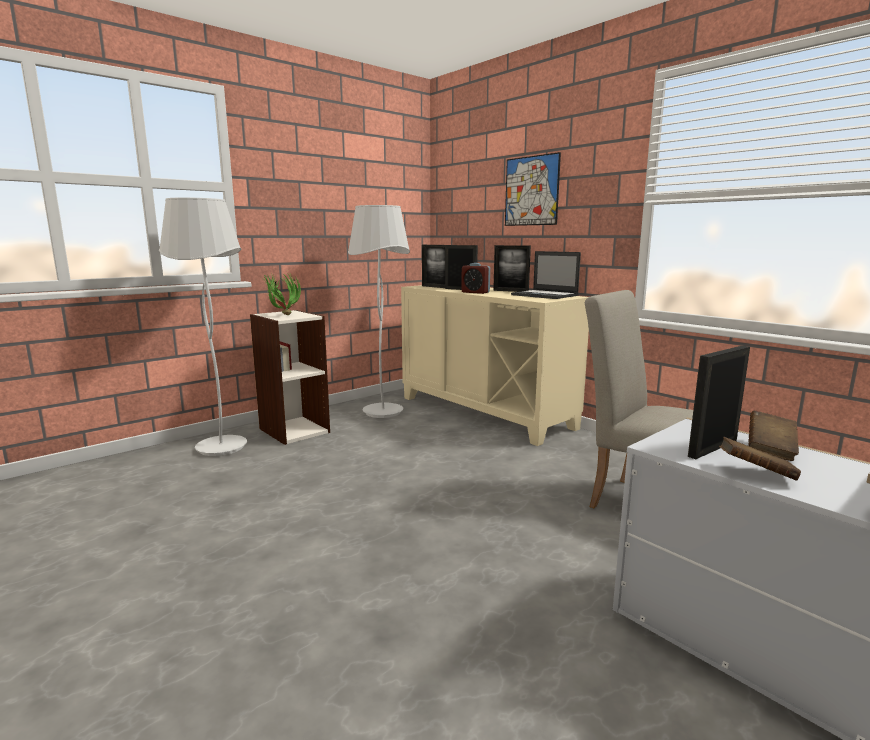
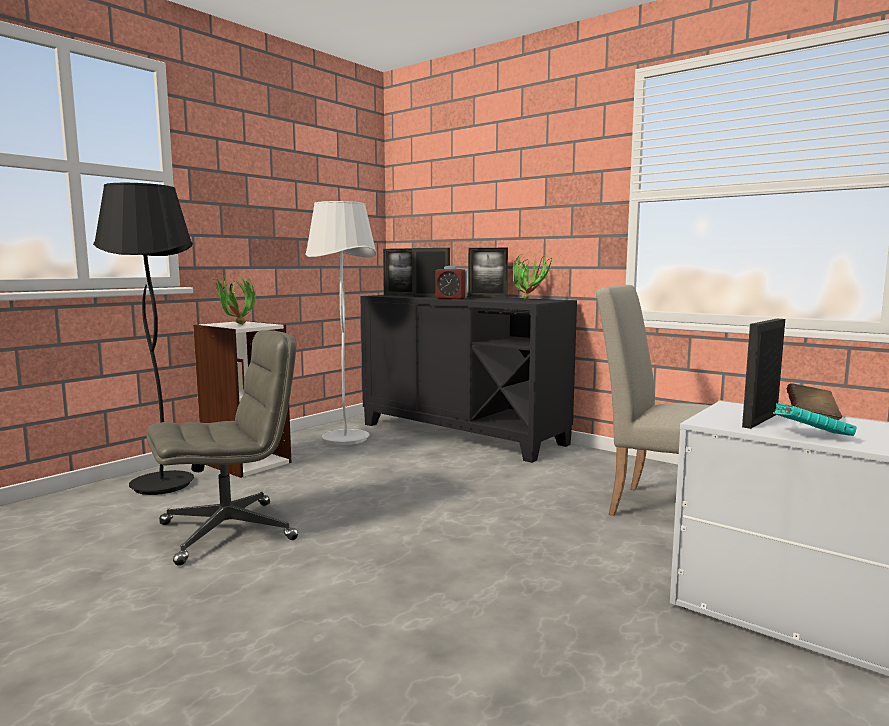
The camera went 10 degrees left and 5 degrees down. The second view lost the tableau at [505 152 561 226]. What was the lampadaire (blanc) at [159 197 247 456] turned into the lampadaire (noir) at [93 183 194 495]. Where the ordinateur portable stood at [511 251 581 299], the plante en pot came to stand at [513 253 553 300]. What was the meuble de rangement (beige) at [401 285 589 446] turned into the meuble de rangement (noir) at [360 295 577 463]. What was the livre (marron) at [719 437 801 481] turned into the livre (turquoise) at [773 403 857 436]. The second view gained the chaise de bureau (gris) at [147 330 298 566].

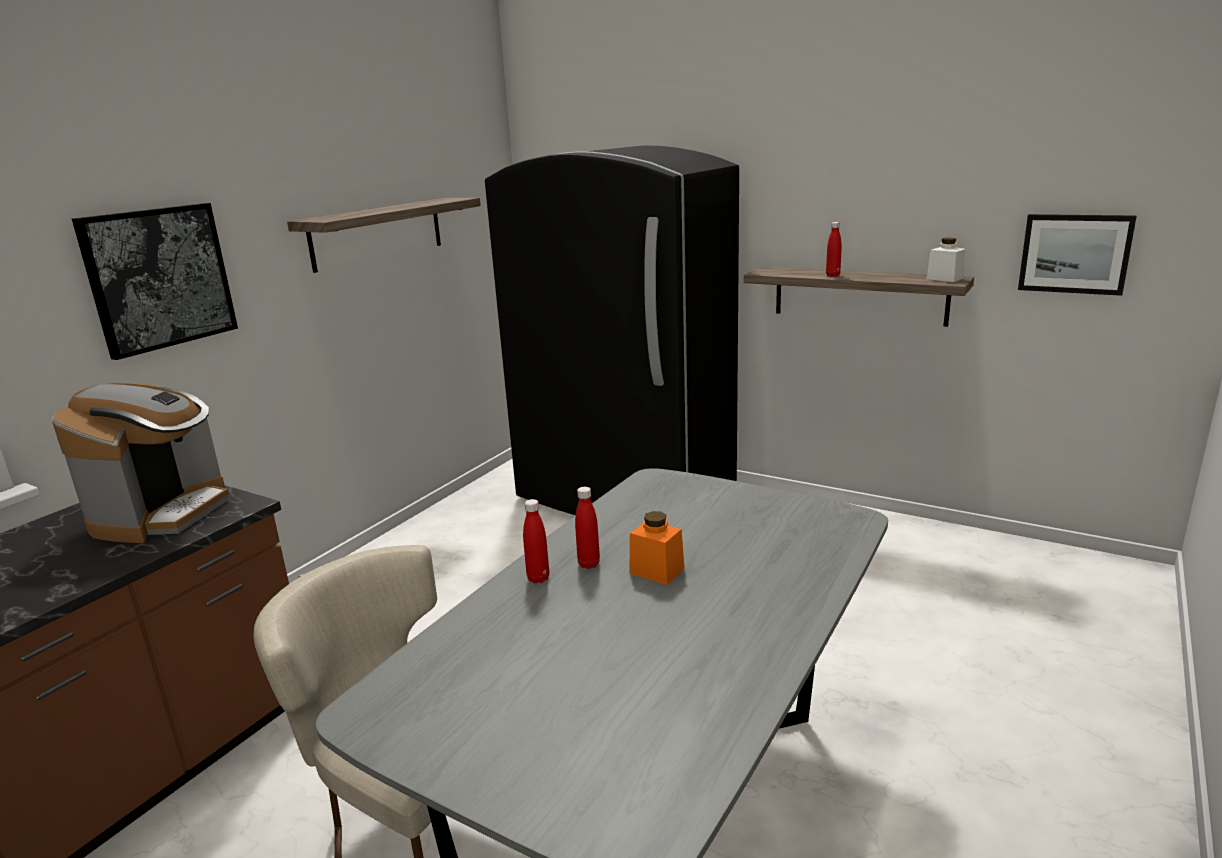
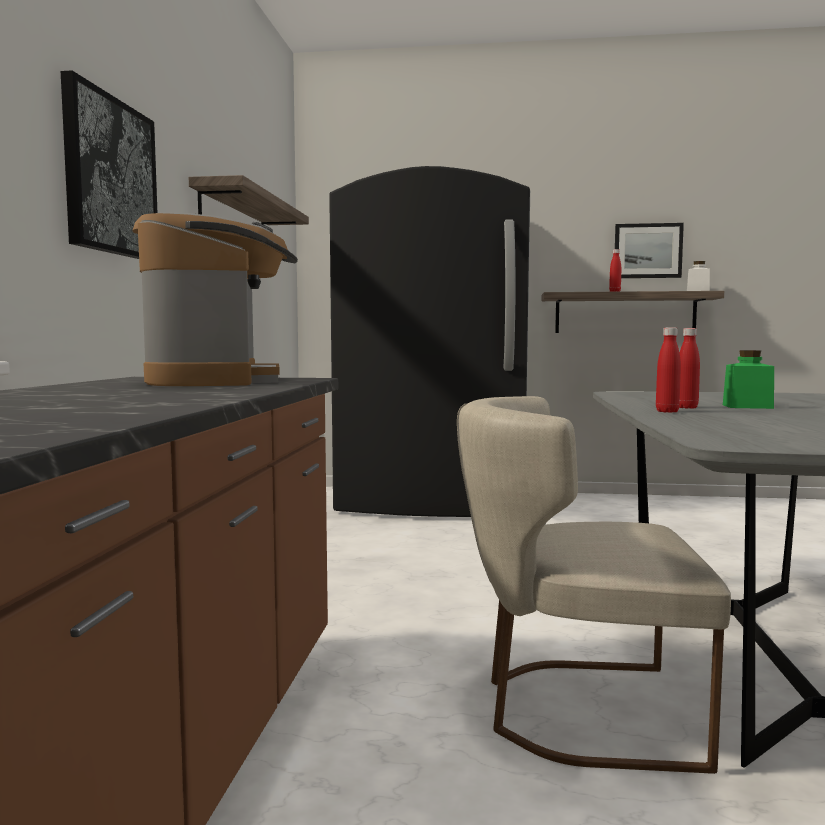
The camera went 25 degrees left and 15 degrees down. The tableau ended up elsewhere, having gone from [1018 214 1137 296] to [615 223 684 278]. What was the bocal (orange) at [629 511 685 585] turned into the bocal (vert) at [723 350 774 409].

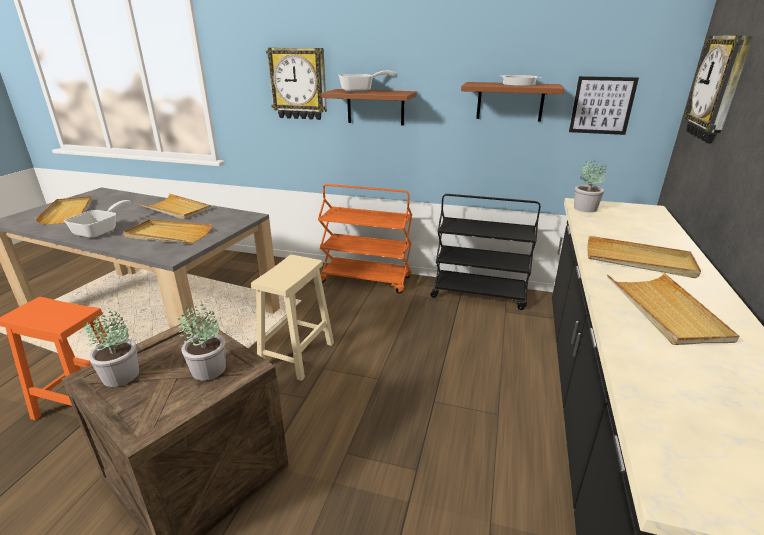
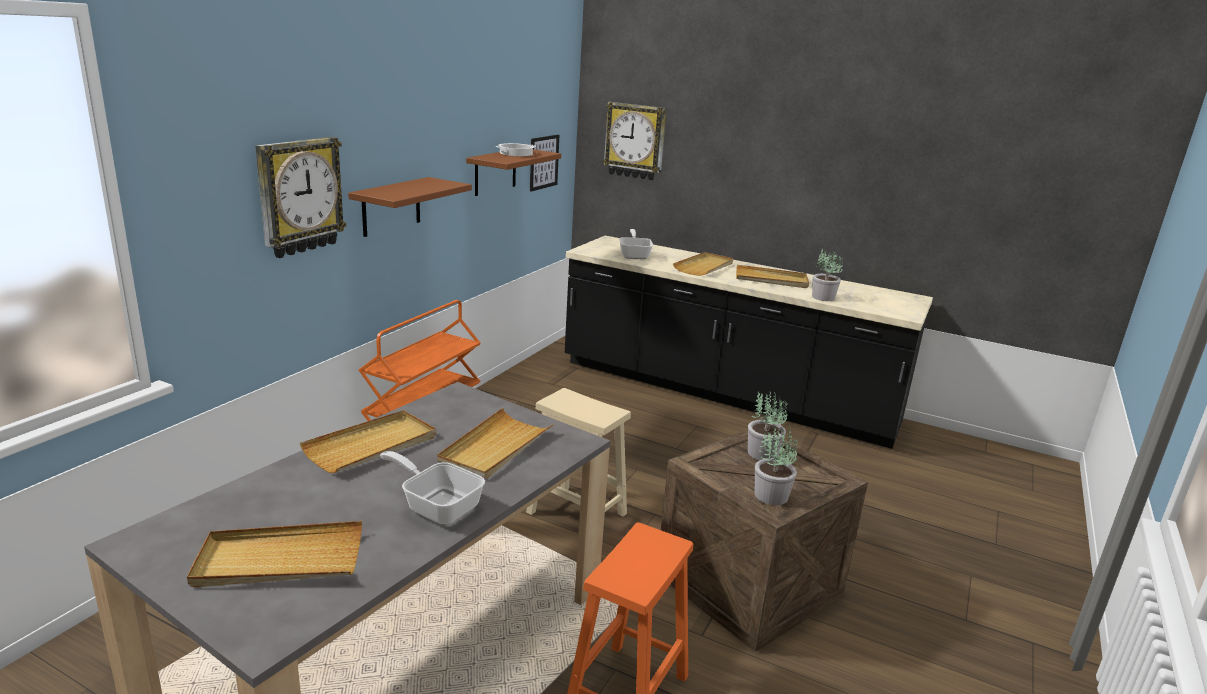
The camera went 80 degrees left and 5 degrees down. The poêle ended up elsewhere, having gone from [339 71 396 92] to [619 229 653 259]. The plante en pot ended up elsewhere, having gone from [574 158 607 212] to [812 249 843 301]. The second view lost the chariot (noir) at [430 194 540 310].

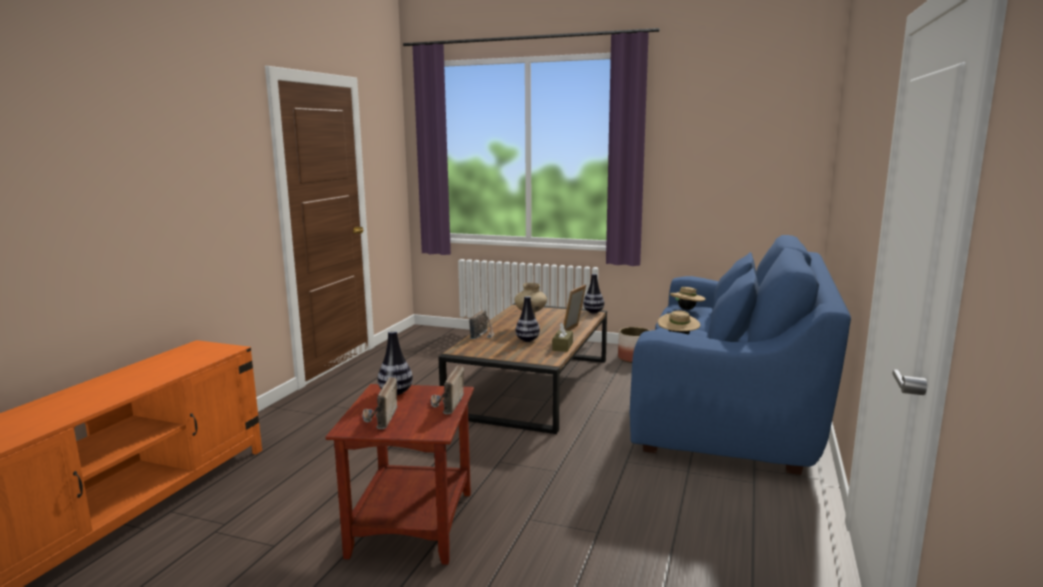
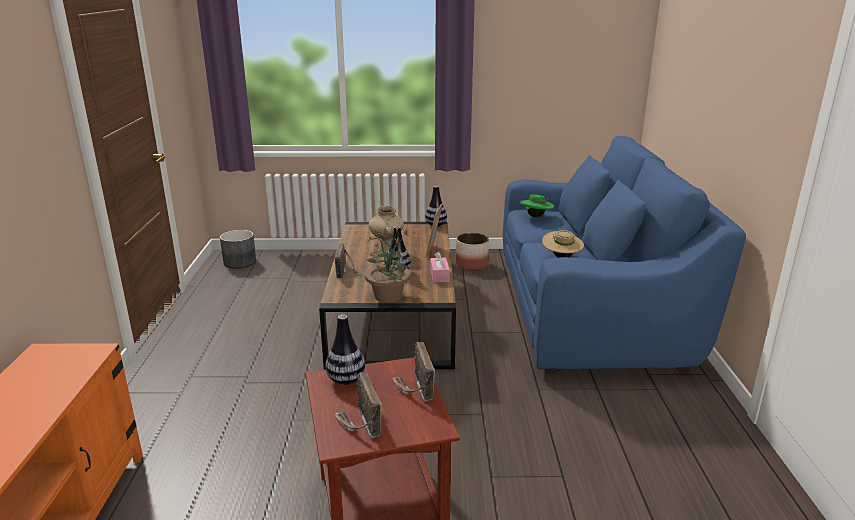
The camera went 20 degrees left and 10 degrees up. What was the chapeau (beige) at [670 287 706 310] turned into the chapeau (vert) at [519 194 554 217]. What was the boîte à mouchoirs (marron) at [552 323 573 352] turned into the boîte à mouchoirs (rose) at [430 252 450 283]. The second view gained the plante en pot at [365 227 417 303]. The second view gained the cache-pot (gris) at [220 230 256 269].

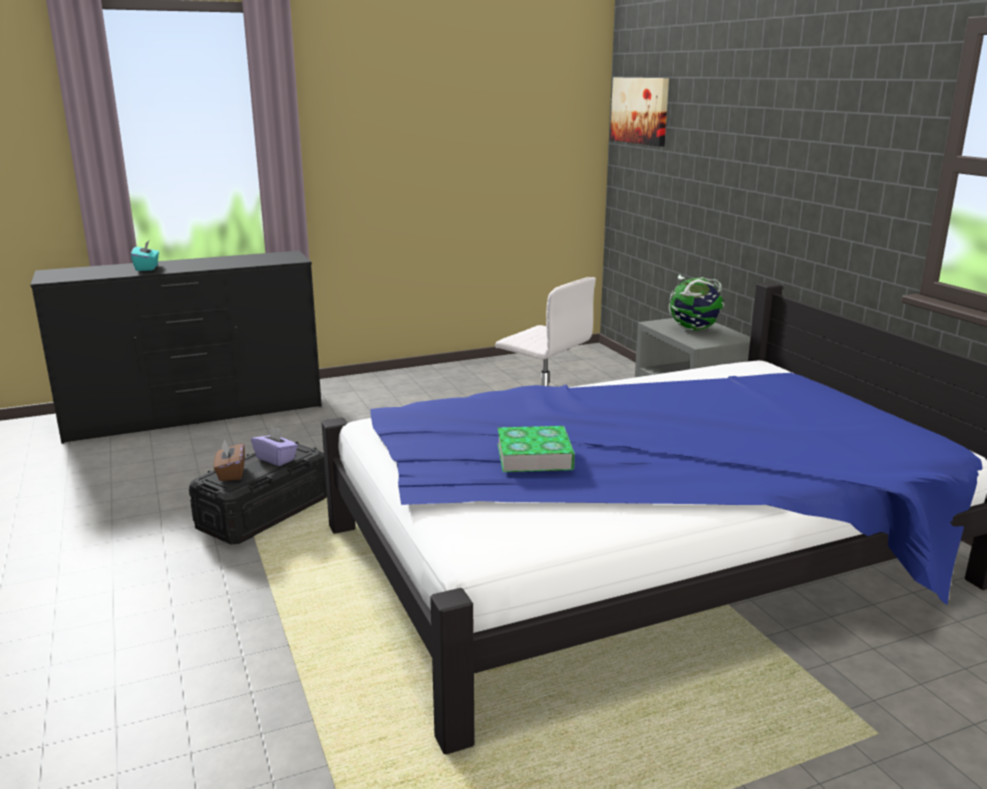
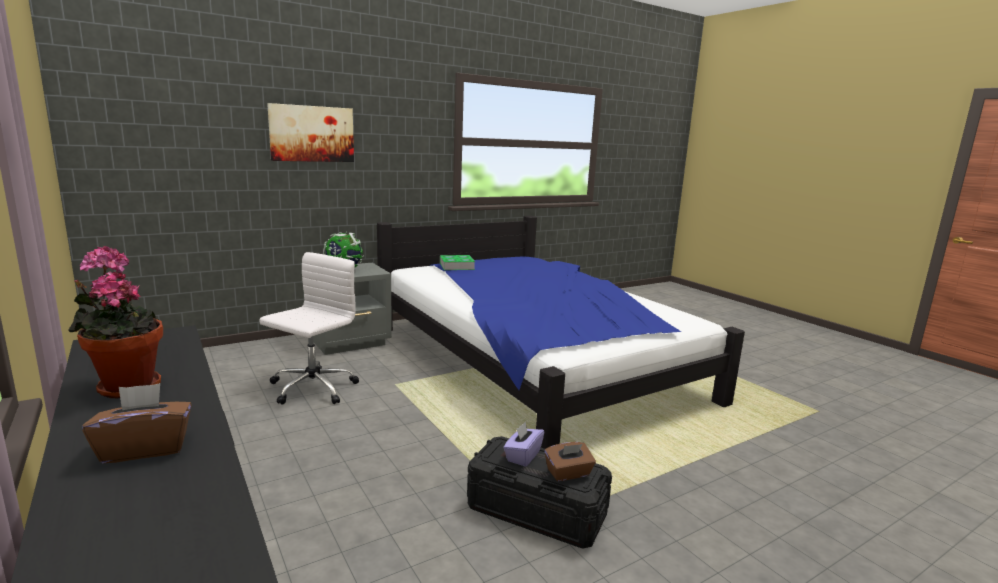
The camera went 100 degrees left and 5 degrees down. The tableau ended up elsewhere, having gone from [610 78 669 147] to [267 103 354 162]. What was the boîte à mouchoirs (turquoise) at [131 241 159 271] turned into the boîte à mouchoirs (marron) at [82 383 192 463]. The livre ended up elsewhere, having gone from [498 426 575 472] to [440 255 475 270]. The second view gained the plante en pot at [68 246 163 398].

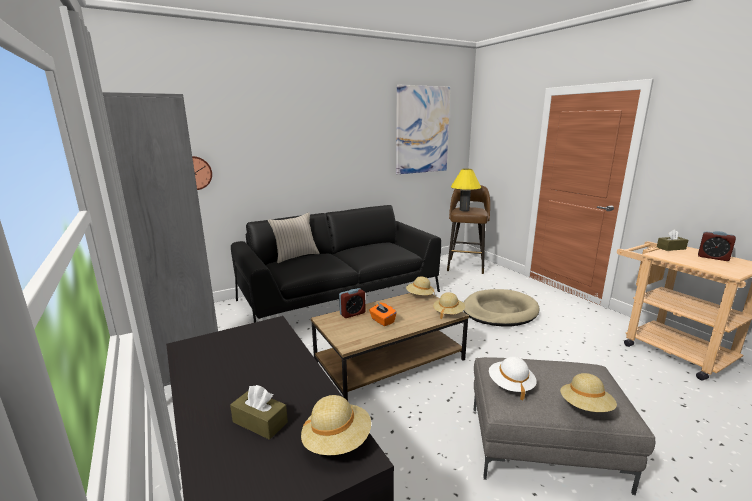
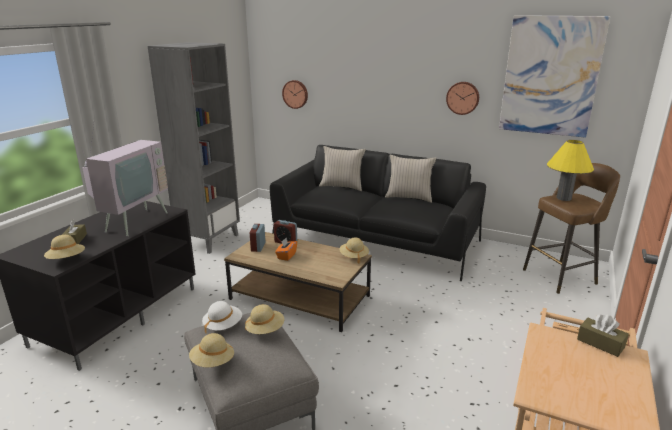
The camera went 55 degrees right and 5 degrees up. The réveil ended up elsewhere, having gone from [698 231 736 261] to [250 224 265 252]. The second view lost the panier pour chien (beige) at [463 289 539 327]. The chapeau (beige) ended up elsewhere, having gone from [433 292 465 319] to [245 304 284 334]. The second view gained the horloge murale at [446 82 479 115]. The second view gained the téléviseur at [70 125 168 236]. The second view gained the coussin (beige) at [385 155 436 203].

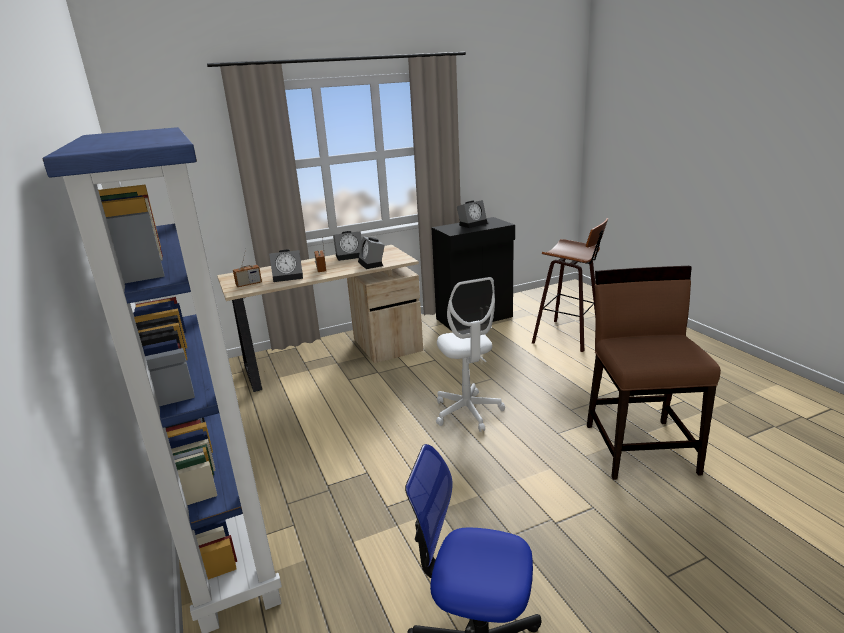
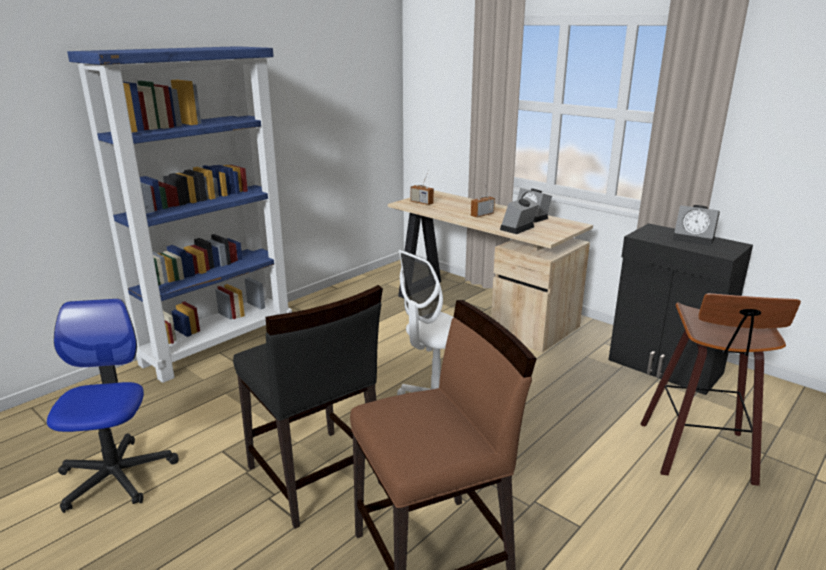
The camera went 65 degrees right and 0 degrees up. The second view lost the réveil at [269 250 303 282]. The second view gained the chaise (noir) at [233 285 383 529].

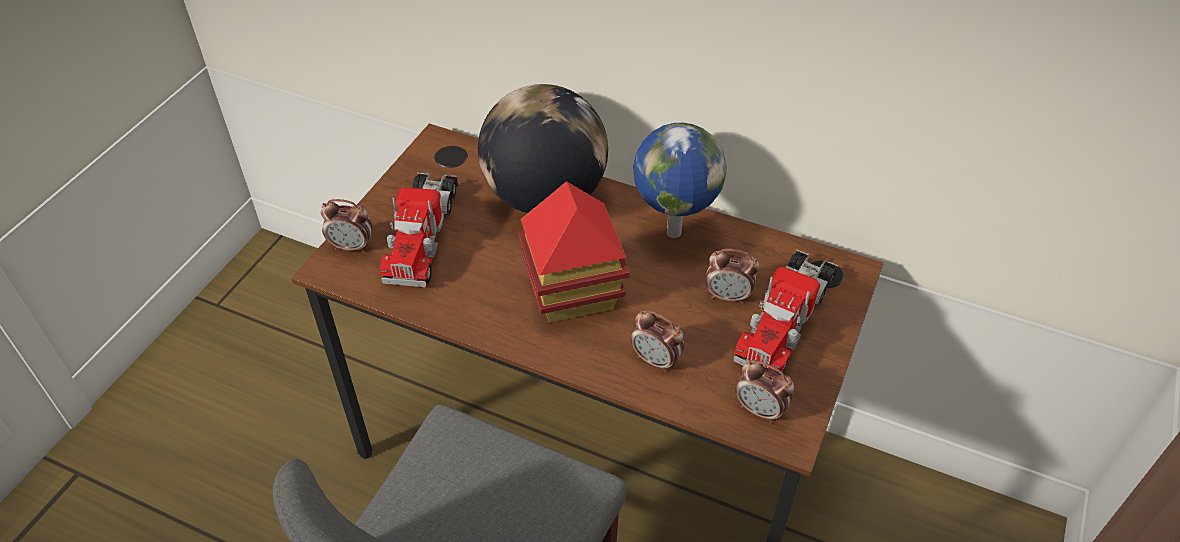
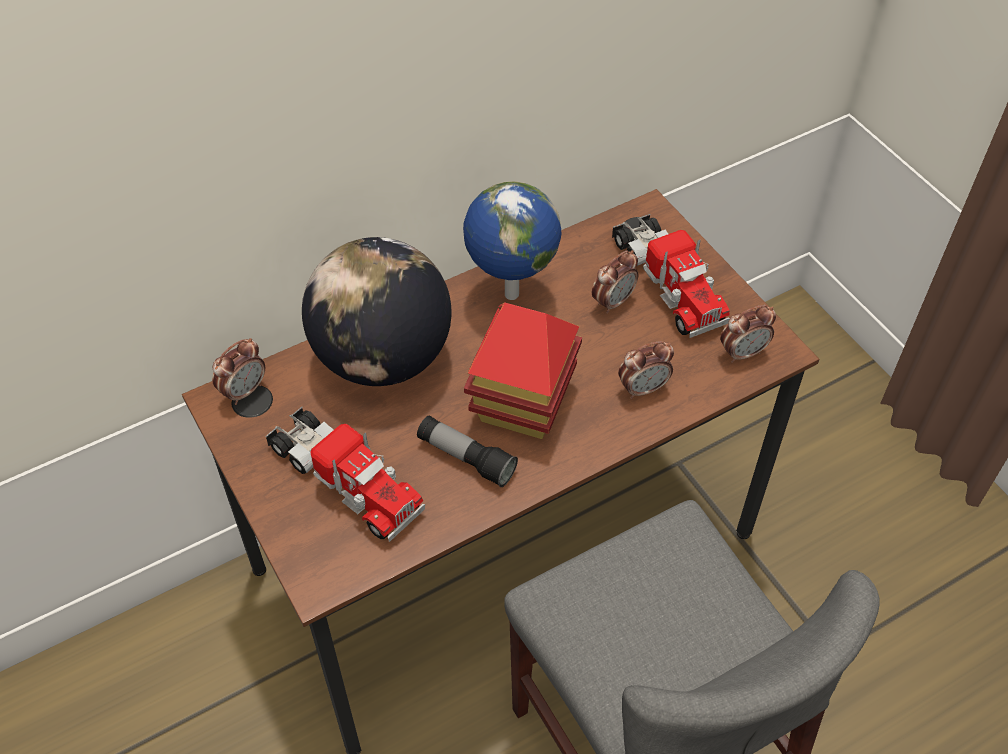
The camera went 55 degrees left and 5 degrees up. The réveil ended up elsewhere, having gone from [321 199 373 253] to [212 338 265 405]. The second view gained the lampe de poche at [417 416 518 487].

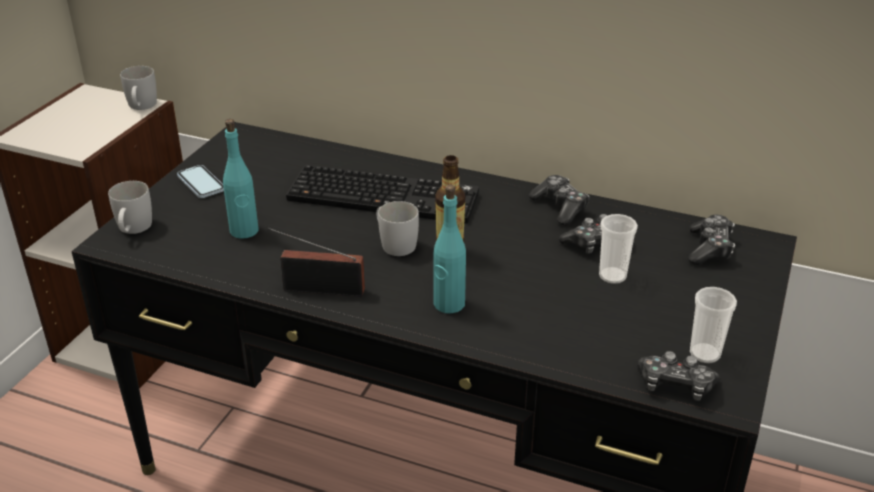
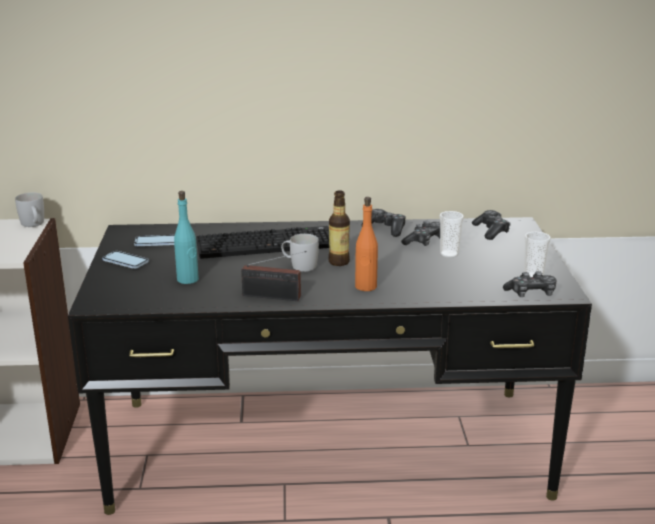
The camera went 25 degrees left and 10 degrees down. The second view lost the mug (blanc) at [108 181 152 234]. What was the bouteille (turquoise) at [433 185 466 313] turned into the bouteille (orange) at [355 197 378 291]. The radio at [268 228 365 297] ended up facing another way, 150 degrees counterclockwise from before. The second view gained the téléphone at [134 235 175 246].

